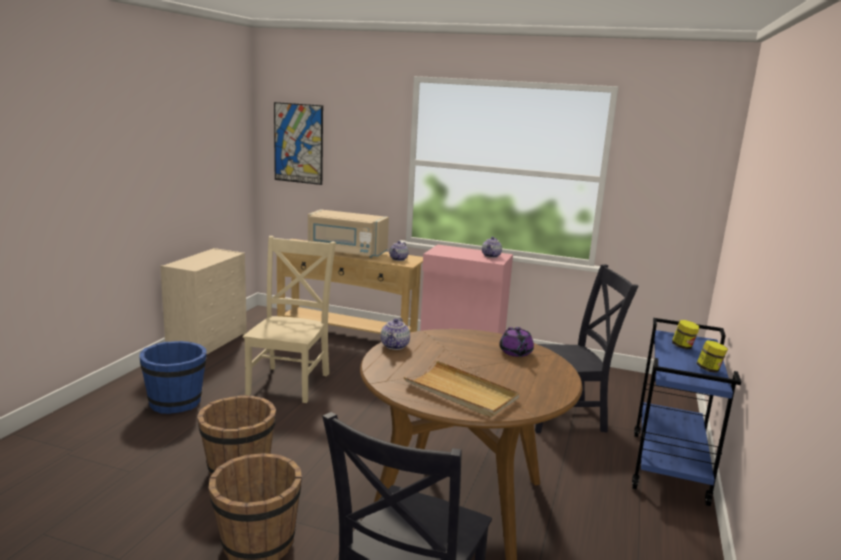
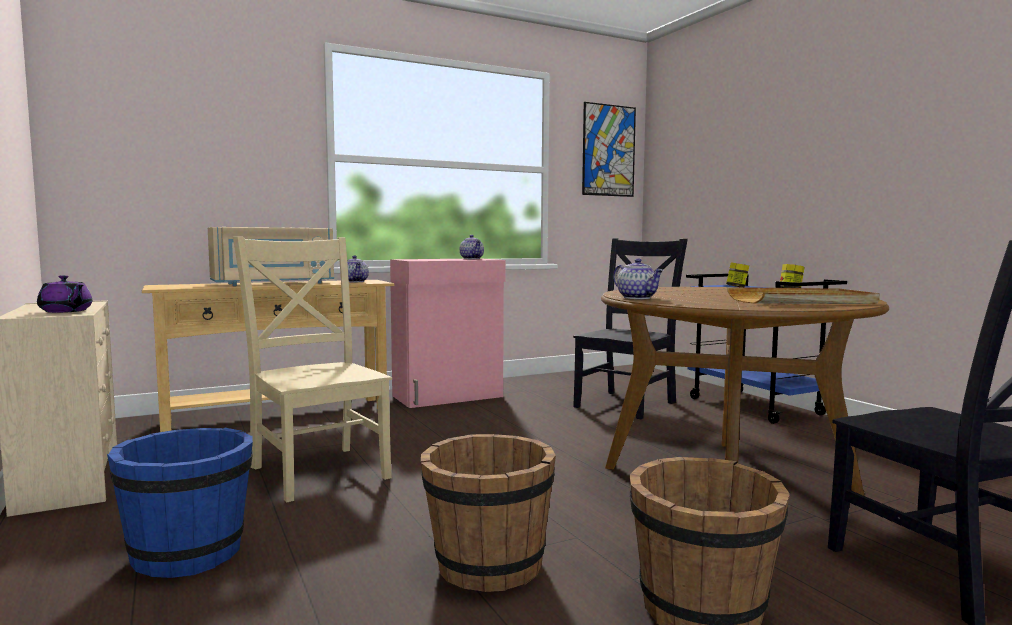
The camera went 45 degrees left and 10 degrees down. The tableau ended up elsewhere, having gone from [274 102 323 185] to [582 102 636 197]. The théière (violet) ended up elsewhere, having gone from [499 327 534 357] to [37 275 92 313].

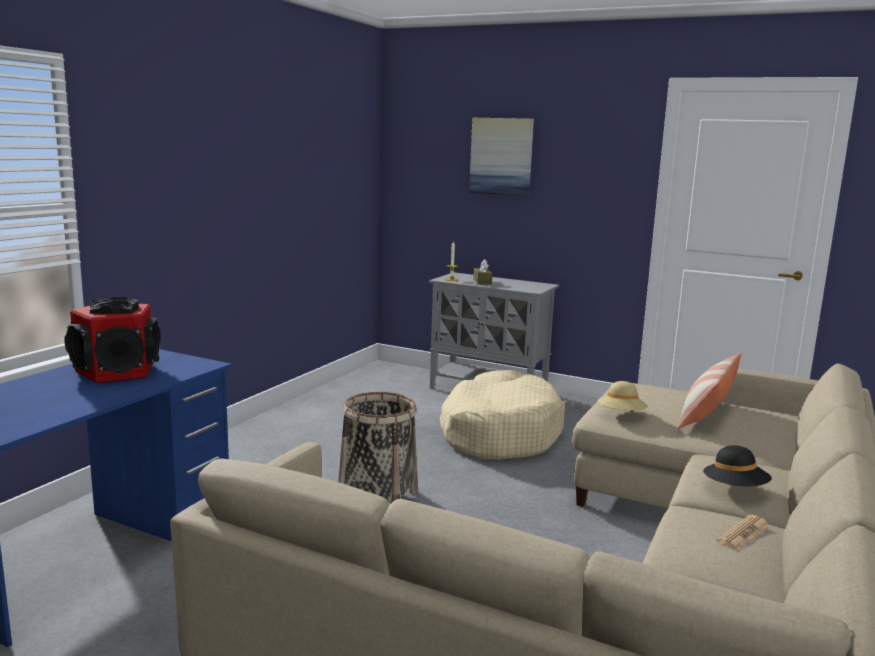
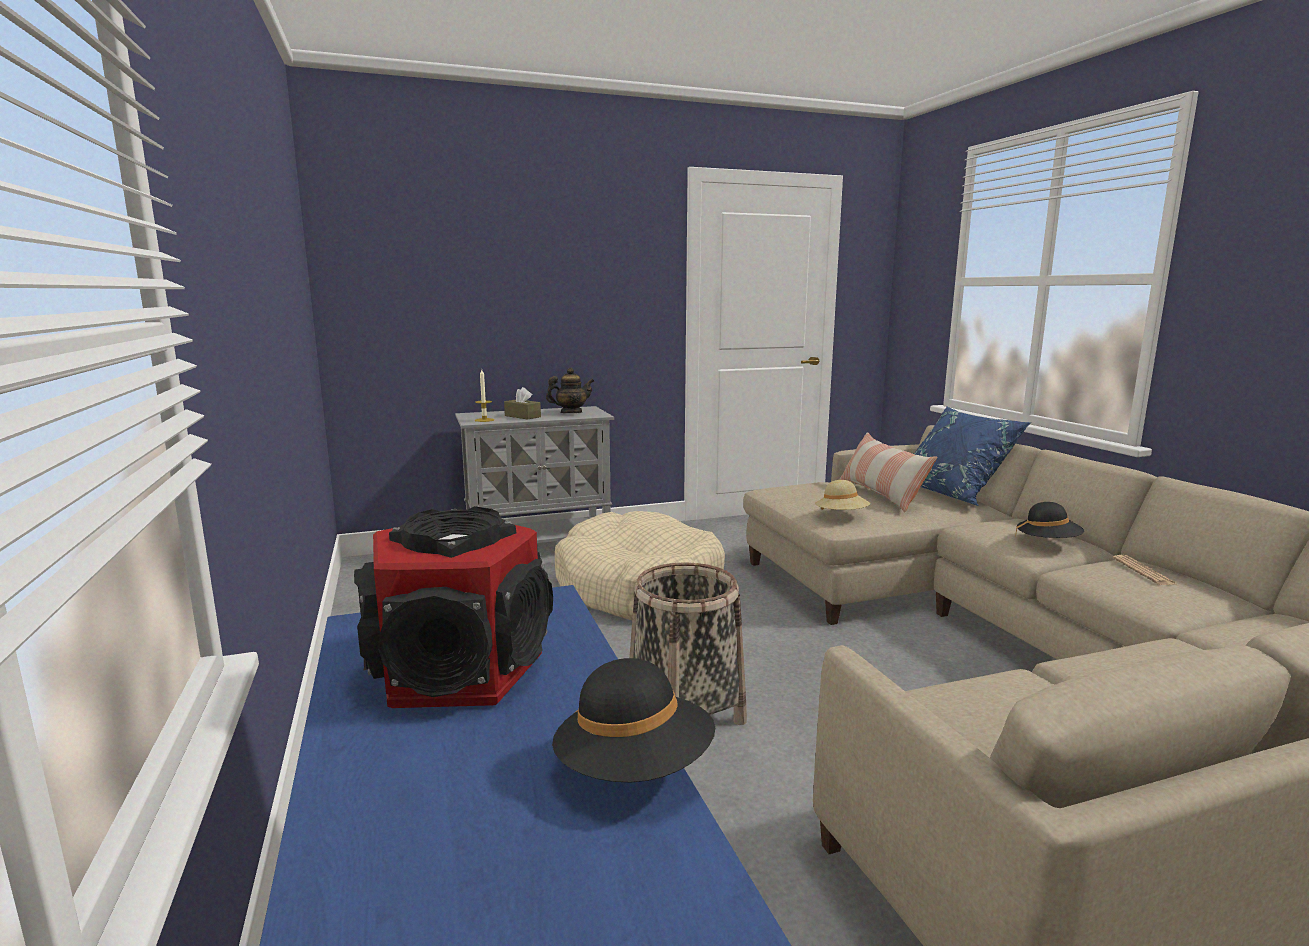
The camera went 45 degrees left and 0 degrees up. The second view lost the tableau at [469 118 534 196]. The second view gained the théière at [546 368 594 413]. The second view gained the coussin (bleu) at [913 407 1031 506]. The second view gained the chapeau (noir) at [552 658 715 783].

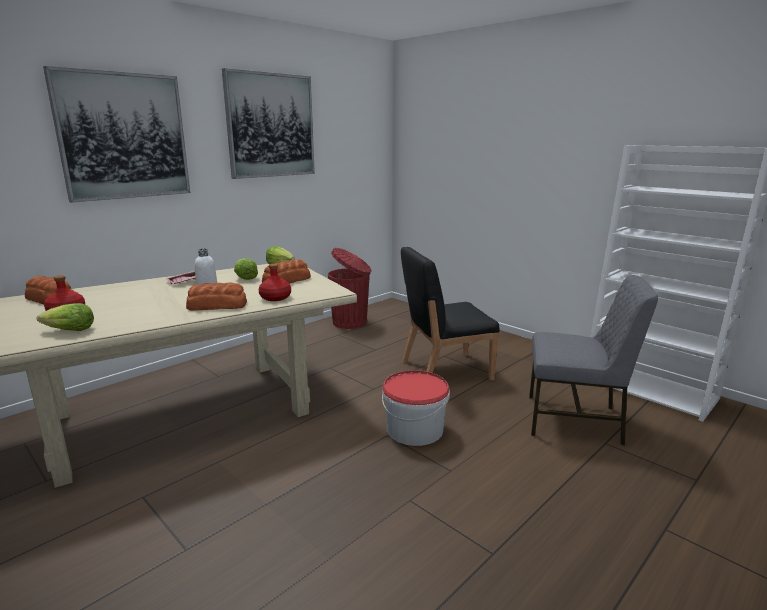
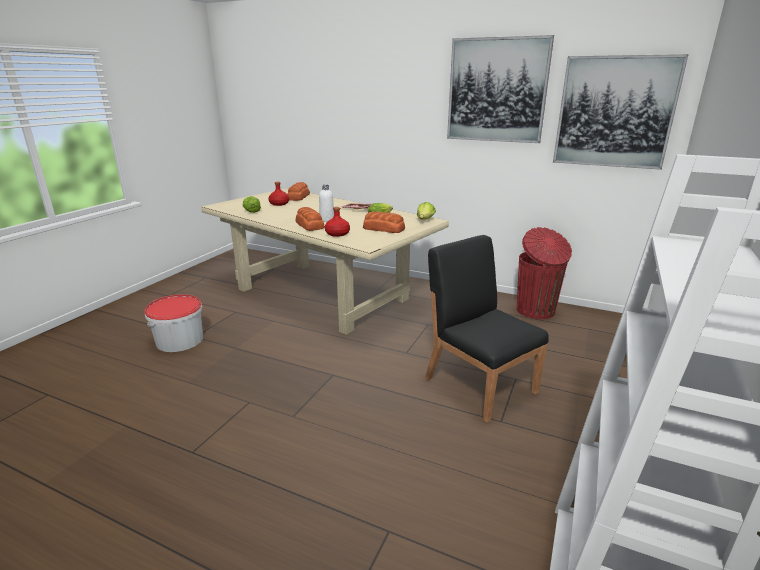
The camera went 70 degrees right and 5 degrees up. The tableau ended up elsewhere, having gone from [43 66 190 203] to [553 54 689 170]. The second view lost the chaise (gris) at [529 275 658 445]. The seau ended up elsewhere, having gone from [382 370 450 446] to [145 294 203 352].

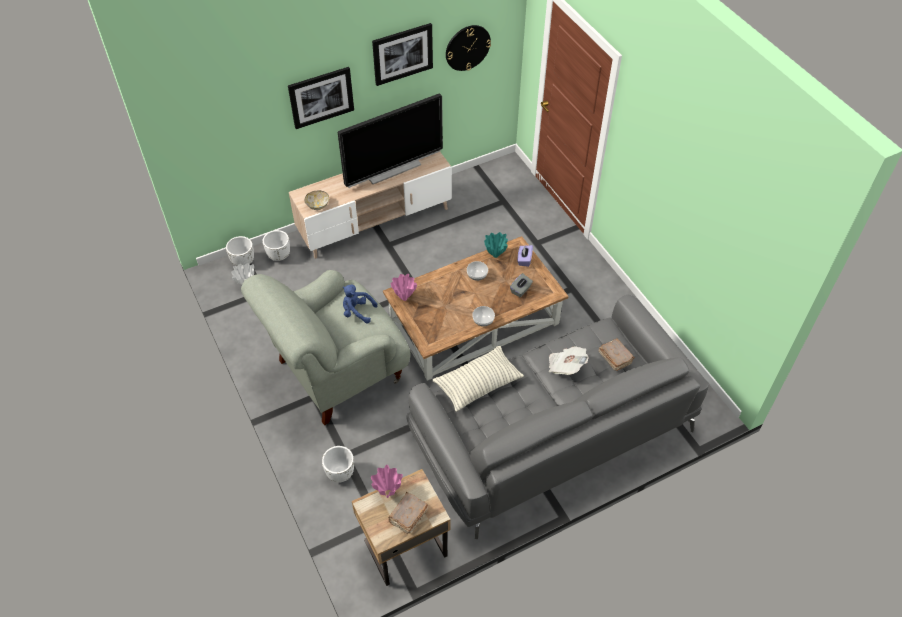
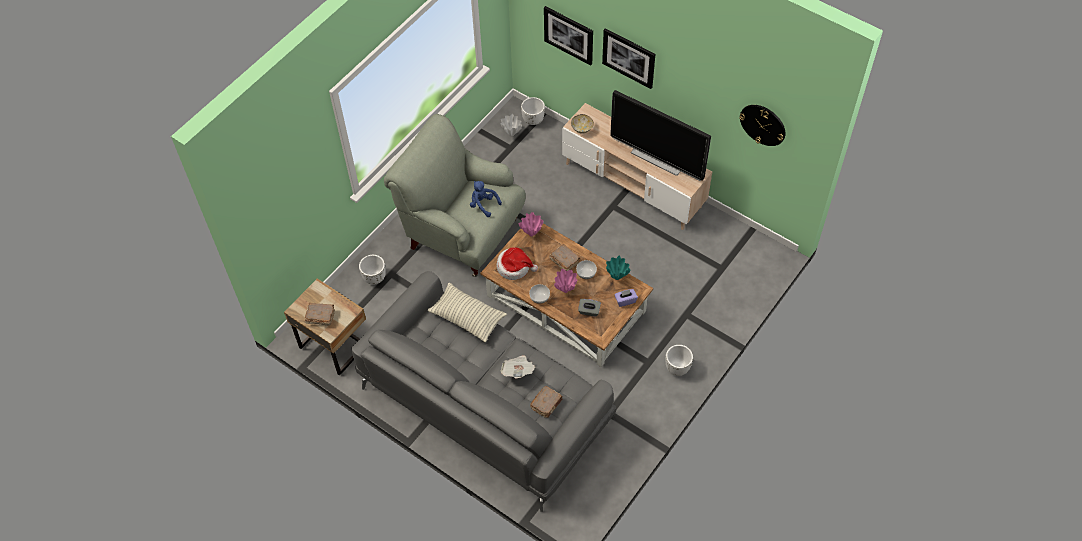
The camera went 65 degrees right and 5 degrees up. The tableau ended up elsewhere, having gone from [372 23 433 86] to [544 6 593 66]. The cache-pot (blanc) ended up elsewhere, having gone from [262 230 290 261] to [665 345 693 376]. The peluche (bleu) at [343 284 378 324] ended up facing another way, 45 degrees counterclockwise from before. The vase (rose) ended up elsewhere, having gone from [371 465 403 498] to [554 269 577 293]. The second view gained the livre (marron) at [549 244 581 271]. The second view gained the chapeau at [497 247 538 280].

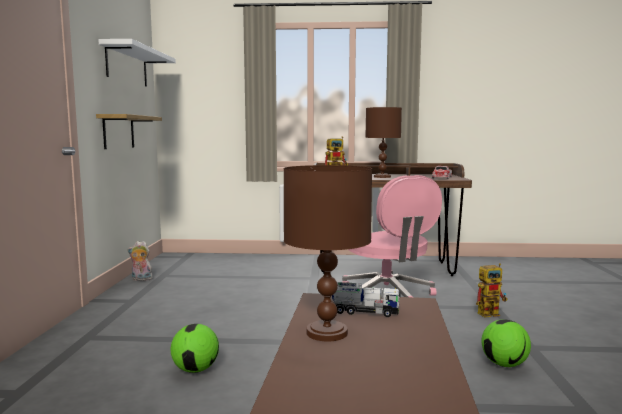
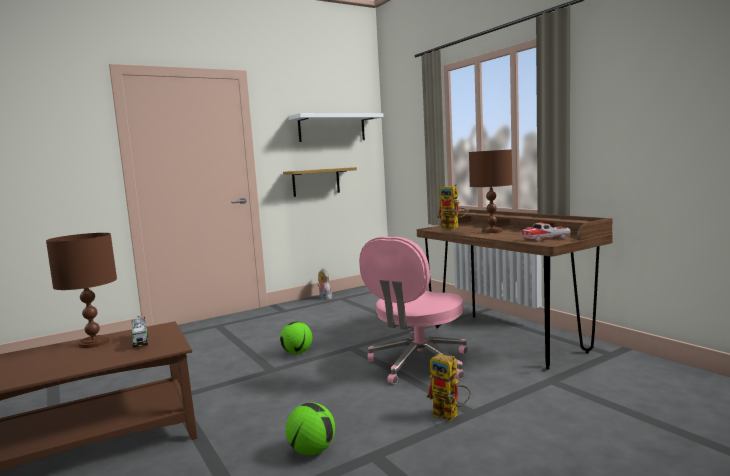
The camera went 55 degrees right and 0 degrees up. The ballon de foot ended up elsewhere, having gone from [170 324 219 373] to [280 322 312 354].

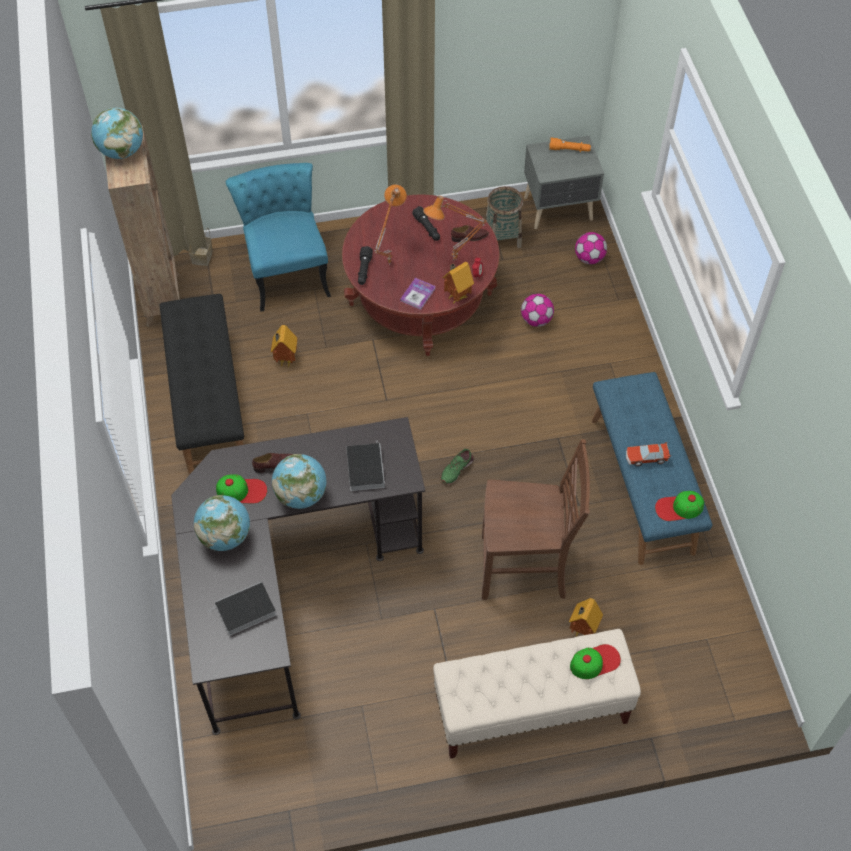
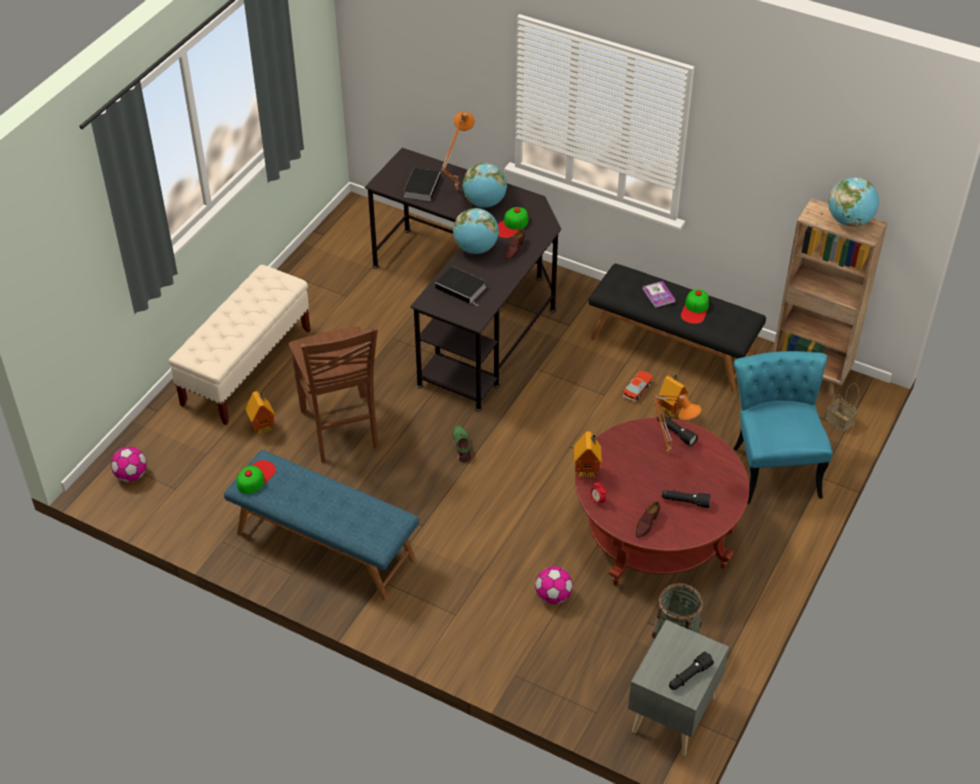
The camera went 130 degrees right and 10 degrees down. What was the lampe de poche (orange) at [549 138 591 152] turned into the lampe de poche (noir) at [669 652 714 690]. The chaise (turquoise) at [226 163 331 312] ended up facing another way, 120 degrees counterclockwise from before. The lampe de table (orange) ended up elsewhere, having gone from [423 196 487 261] to [441 111 475 192]. The ballon de foot ended up elsewhere, having gone from [575 232 607 264] to [111 447 147 482]. The livre ended up elsewhere, having gone from [400 278 436 310] to [642 281 676 308]. The chaise (marron) at [482 439 590 600] ended up facing another way, 60 degrees counterclockwise from before. The petite voiture ended up elsewhere, having gone from [626 442 671 467] to [622 371 653 402]. The casquette ended up elsewhere, having gone from [570 644 621 679] to [681 289 709 324].

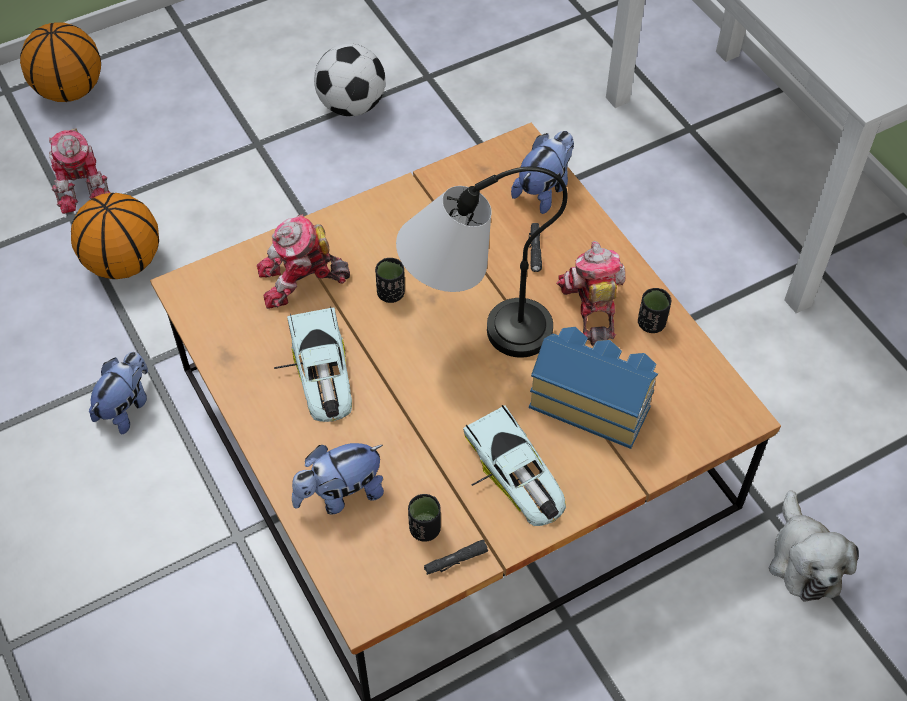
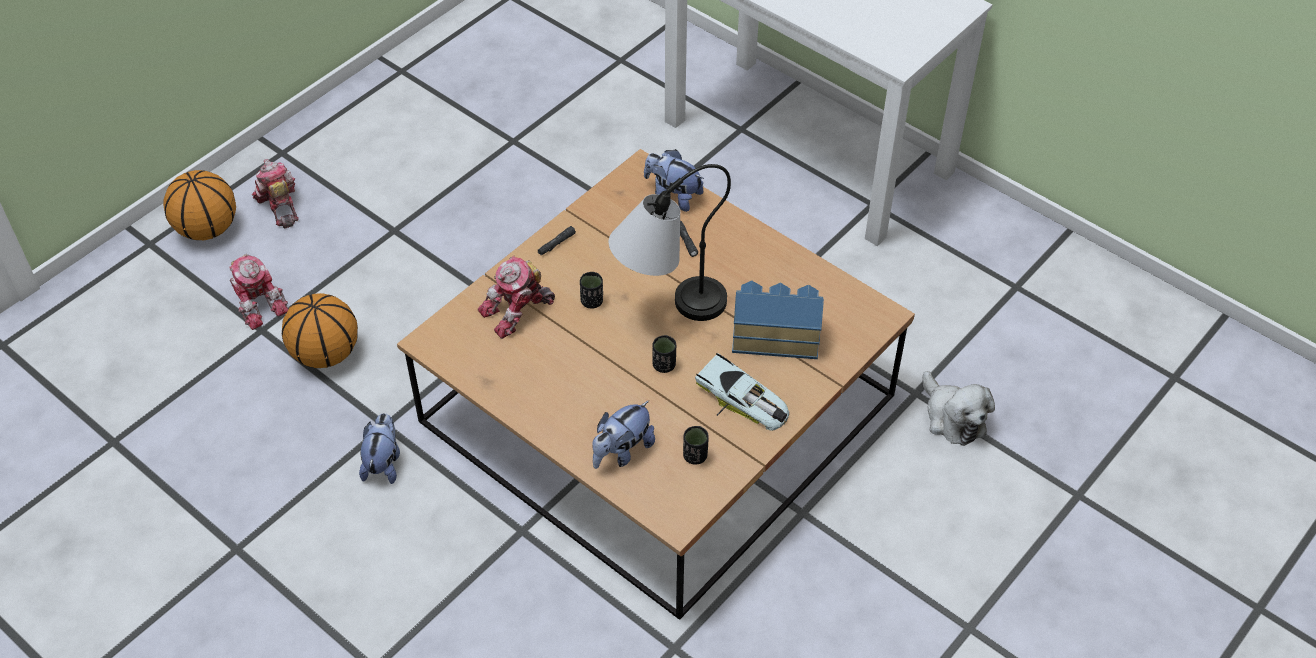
The camera went 20 degrees left and 5 degrees down. The second view lost the ballon de foot at [314 44 386 116]. The peluche at [511 131 574 214] ended up facing another way, 75 degrees counterclockwise from before. The robot jouet ended up elsewhere, having gone from [556 241 626 346] to [252 159 299 229]. The tasse (noir) ended up elsewhere, having gone from [638 288 671 333] to [652 335 676 373]. The second view lost the petite voiture at [274 306 352 422]. The lampe de poche (noir) ended up elsewhere, having gone from [424 540 488 575] to [538 226 576 255].

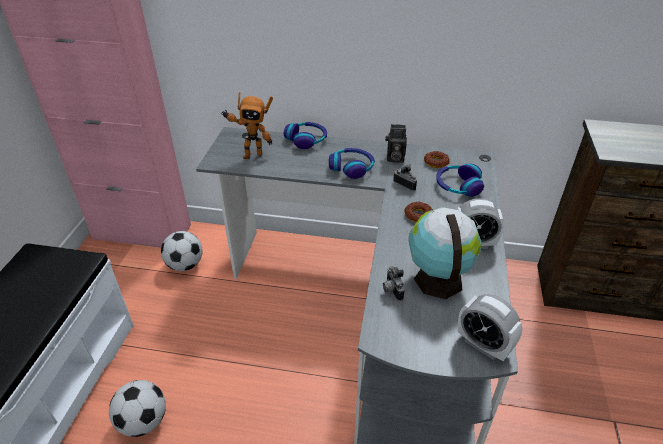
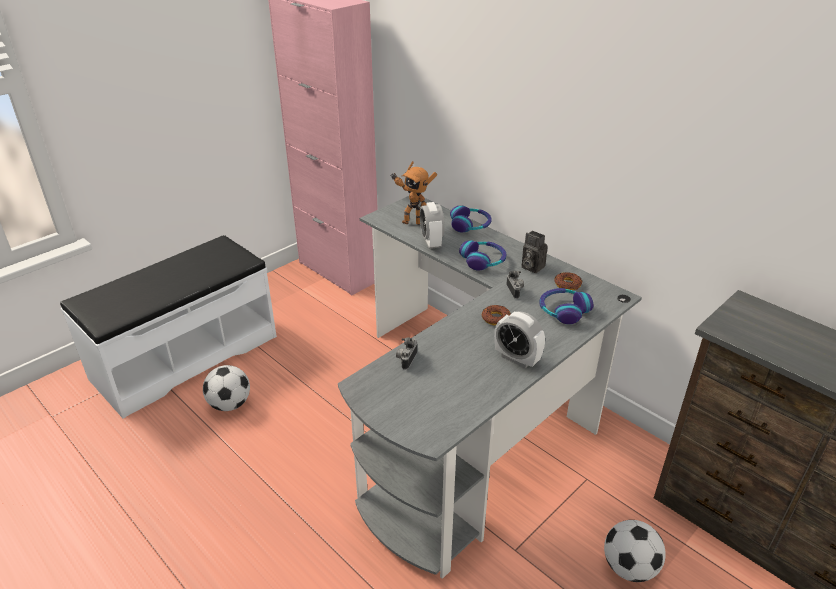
The camera went 35 degrees right and 5 degrees down. The second view lost the globe at [409 207 482 299]. The ballon de foot ended up elsewhere, having gone from [161 231 203 271] to [604 520 666 582]. The réveil ended up elsewhere, having gone from [458 294 522 361] to [420 202 445 249].

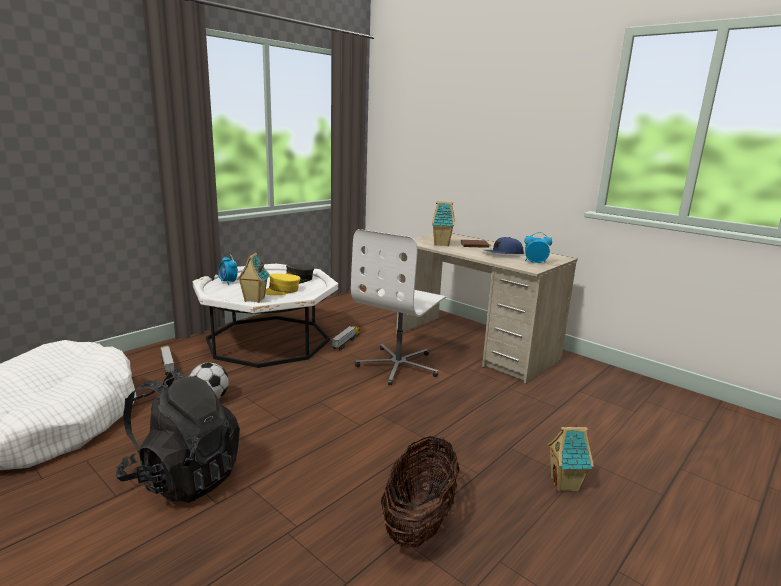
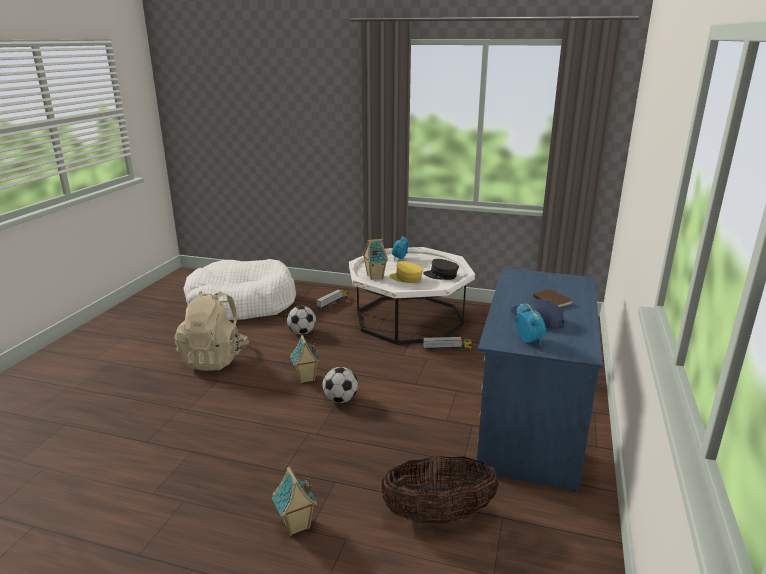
The camera went 65 degrees right and 5 degrees up. The maison miniature ended up elsewhere, having gone from [432 201 454 246] to [290 335 320 384]. The second view lost the chaise de bureau (blanc) at [351 229 446 385]. What was the bureau (beige) at [396 233 578 383] turned into the bureau (bleu) at [476 268 603 491]. What was the sac à dos (noir) at [116 368 240 503] turned into the sac à dos (beige) at [174 290 250 371]. The panier ended up elsewhere, having gone from [381 436 460 549] to [380 456 499 524]. The second view gained the ballon de foot at [322 367 358 403].

